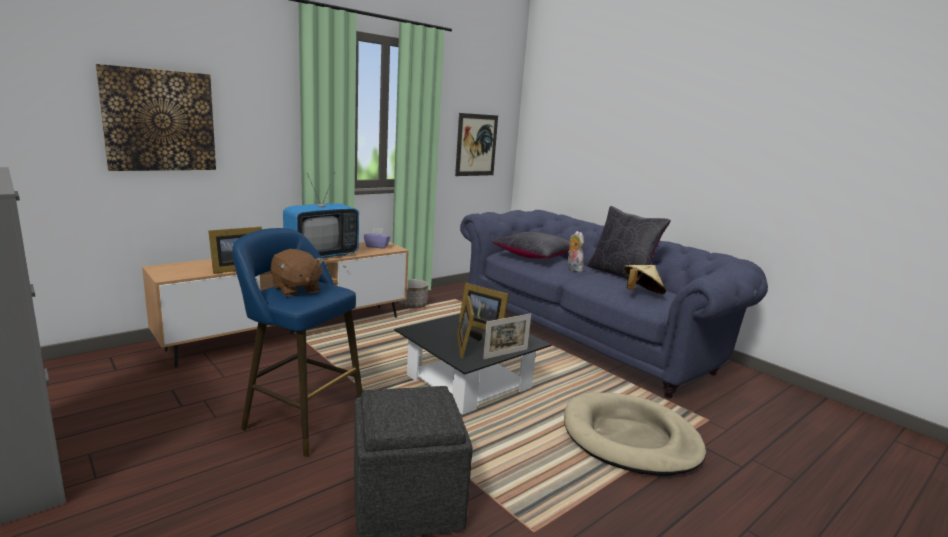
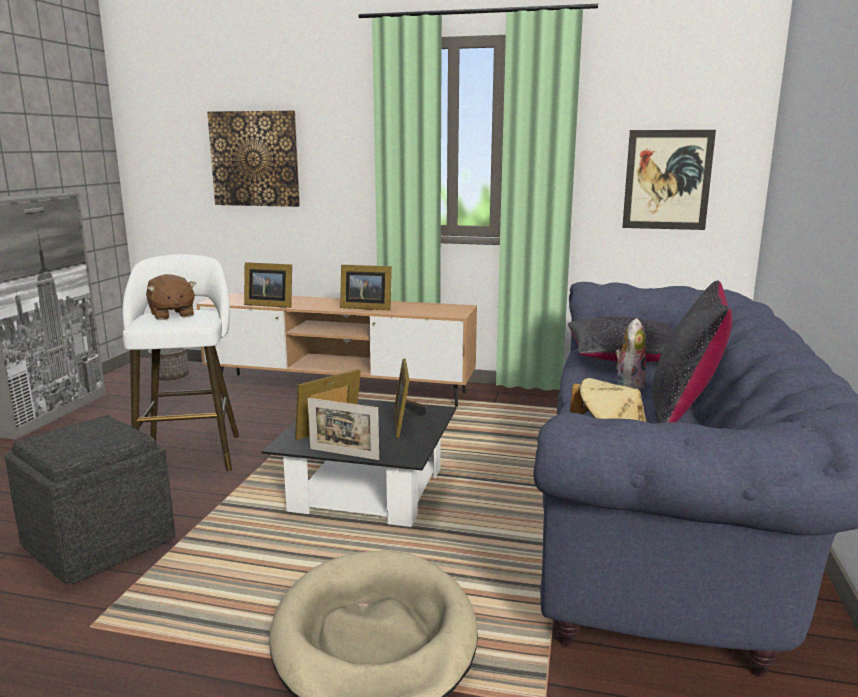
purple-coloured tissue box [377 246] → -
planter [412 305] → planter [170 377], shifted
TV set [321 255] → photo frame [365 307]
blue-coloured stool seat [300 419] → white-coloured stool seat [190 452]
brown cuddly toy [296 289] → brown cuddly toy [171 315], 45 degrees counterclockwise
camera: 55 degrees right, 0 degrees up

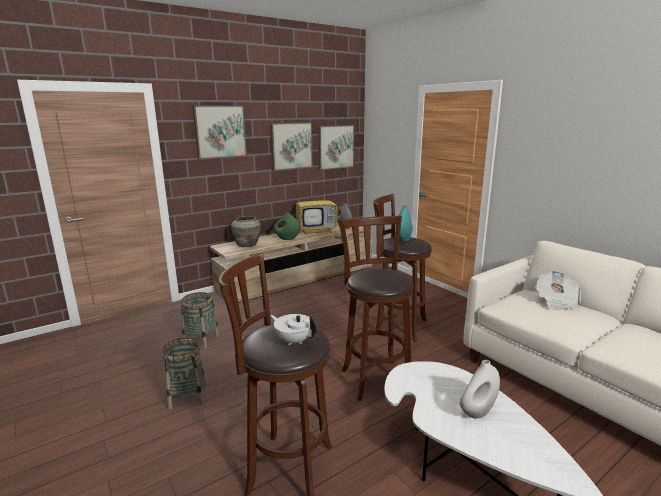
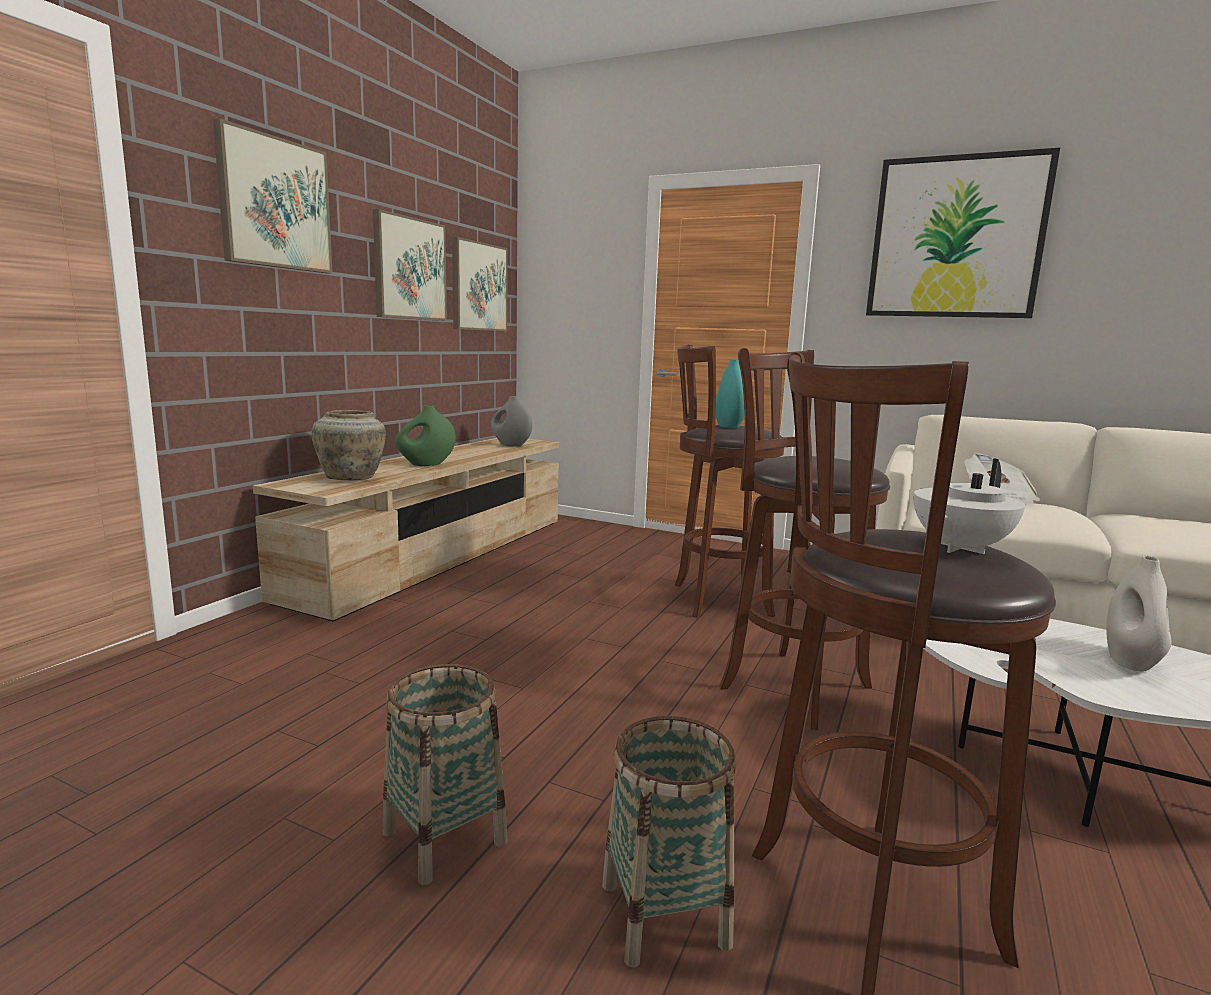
TV set [317 231] → -
- → picture [956 238]
basket [201 339] → basket [664 913], shifted
white-coloured tea pot [294 341] → white-coloured tea pot [958 548], 45 degrees counterclockwise
camera: 30 degrees left, 5 degrees down

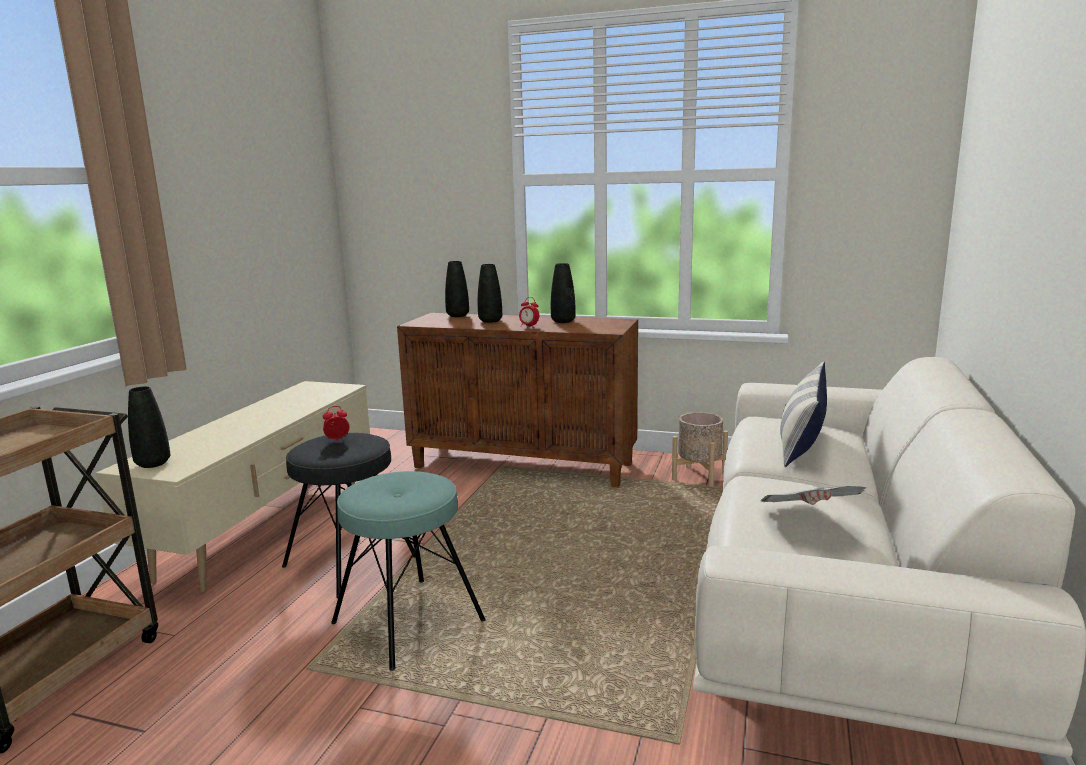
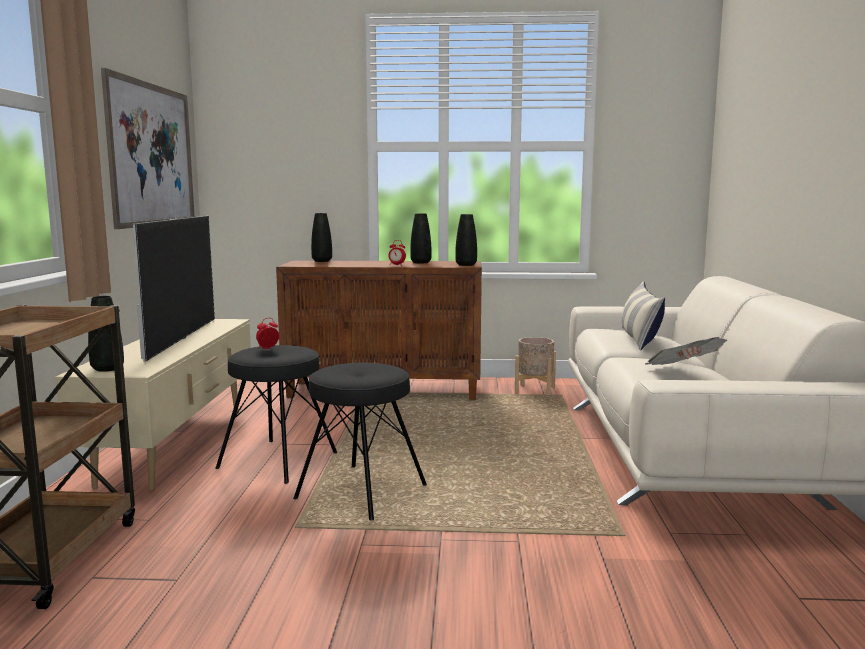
- → picture [152 155]
- → TV set [182 338]
black-coloured vase [490 321] → black-coloured vase [466 265], shifted
turquoise stool seat [408 622] → black-coloured stool seat [362 492]
camera: 15 degrees left, 5 degrees down

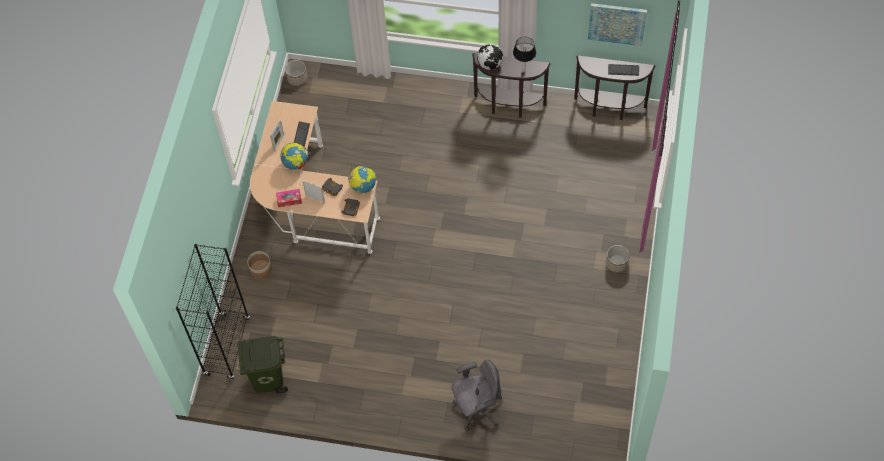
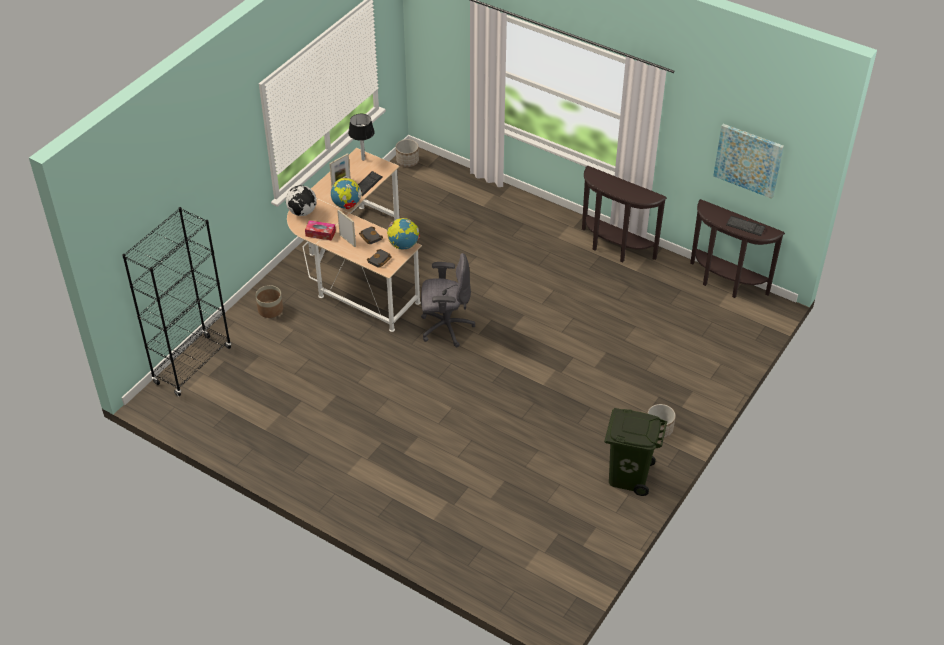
greenish rubbish bin [268 378] → greenish rubbish bin [628 475], shifted
gray office chair [477 408] → gray office chair [445 327], shifted
desk globe [490 64] → desk globe [302 212], shifted
table lamp [524 70] → table lamp [363 159], shifted
camera: 20 degrees right, 15 degrees down

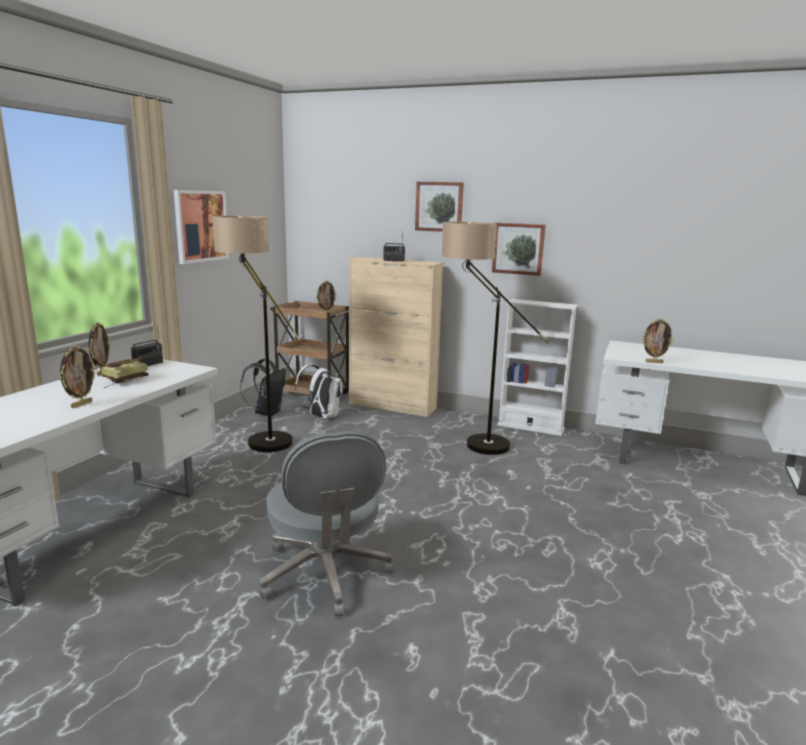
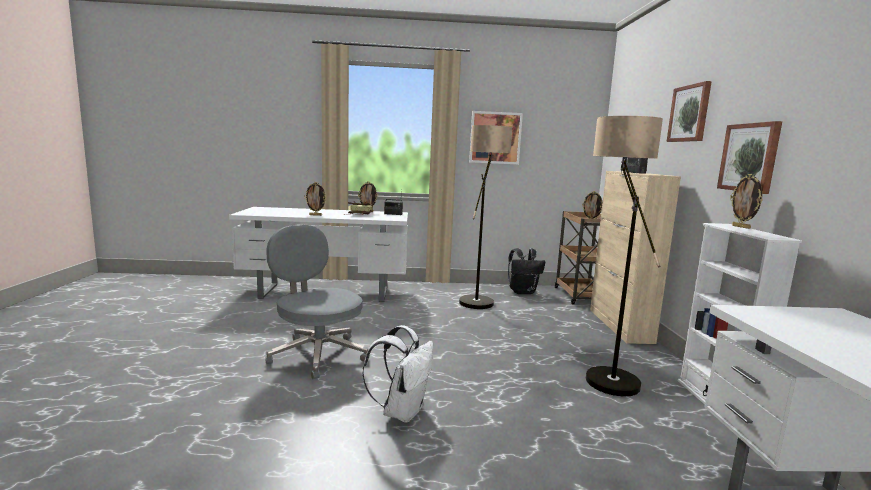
white-coloured backpack [321 417] → white-coloured backpack [402 411], shifted
photo frame [654 362] → photo frame [741 227], shifted
gray office chair [325 574] → gray office chair [317 354], 90 degrees clockwise
camera: 65 degrees right, 5 degrees down

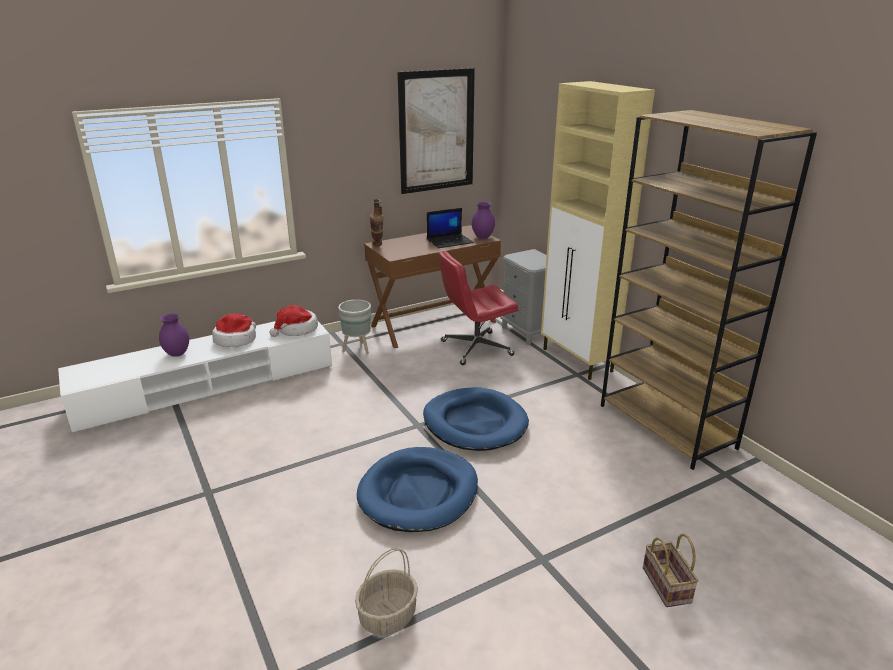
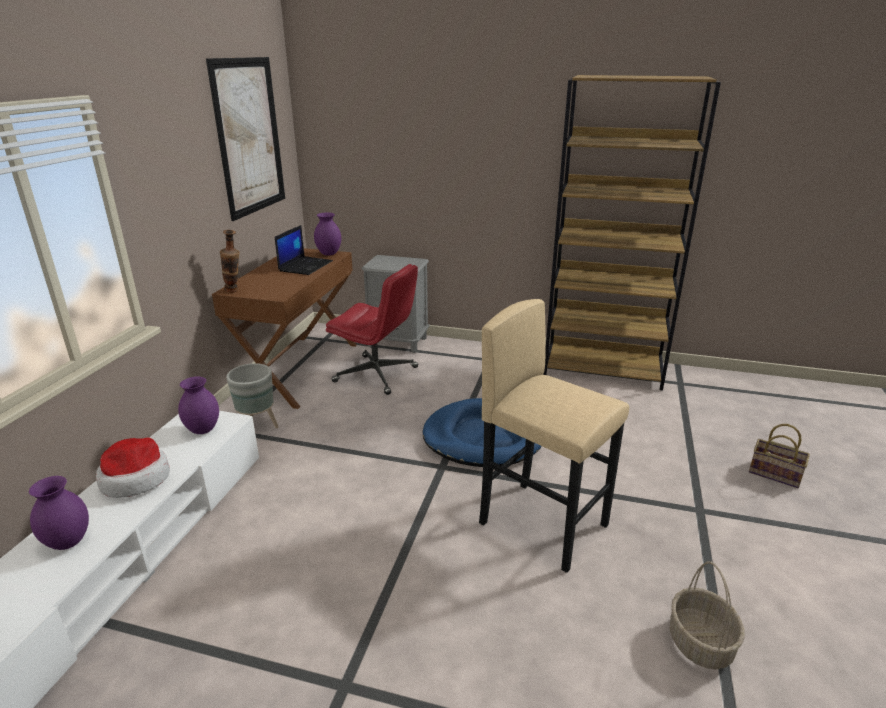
sand-coloured storage cabinet [577 360] → -
wearable hat [296 329] → purple-coloured vase [203 430]
blue-coloured dog bed [419 493] → sand-coloured stool seat [543 523]
reddish office chair [475 348] → reddish office chair [377 374], 90 degrees counterclockwise
camera: 45 degrees left, 0 degrees up

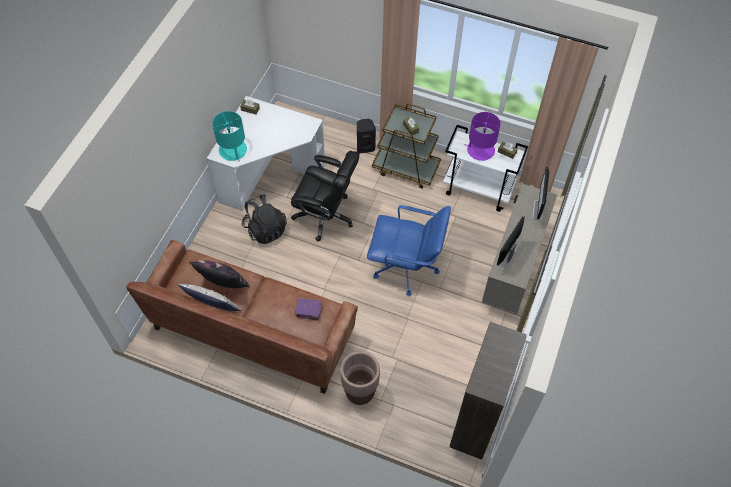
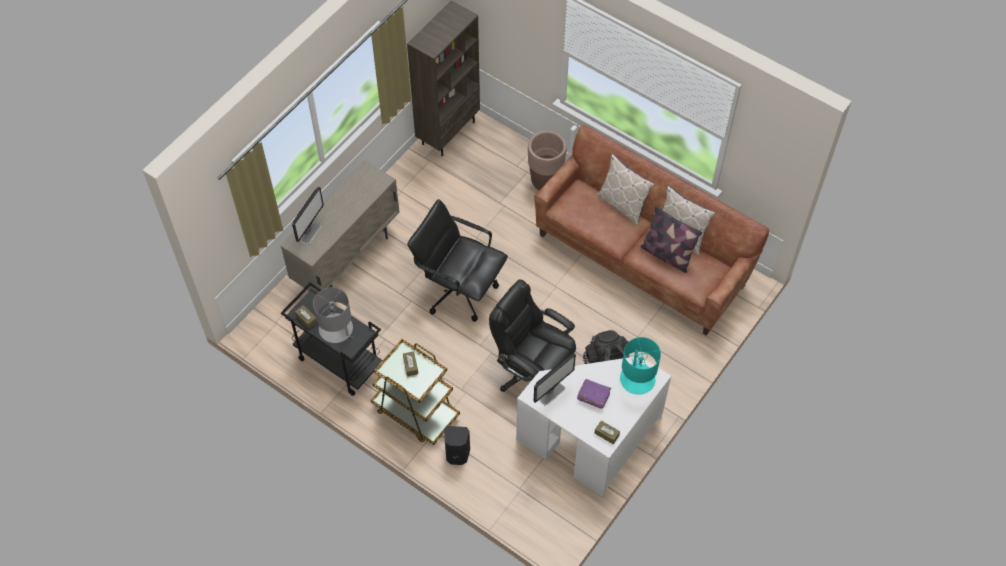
- → cushion [622 205]
purple-coloured bound book [309 311] → purple-coloured bound book [593 396], shifted
computer screen [506 257] → computer screen [552 393], shifted
blue-coloured office chair [406 267] → black-coloured office chair [459 290]
white-coloured wheeled cart [478 190] → black-coloured wheeled cart [338 362]
purple-coloured table lamp [480 150] → gray table lamp [336 329]
camera: 165 degrees left, 0 degrees up

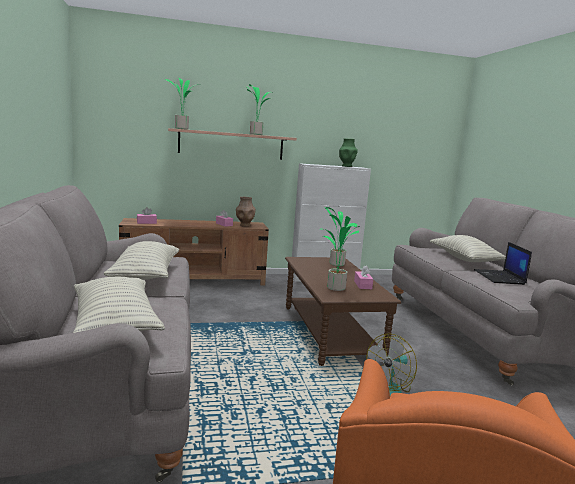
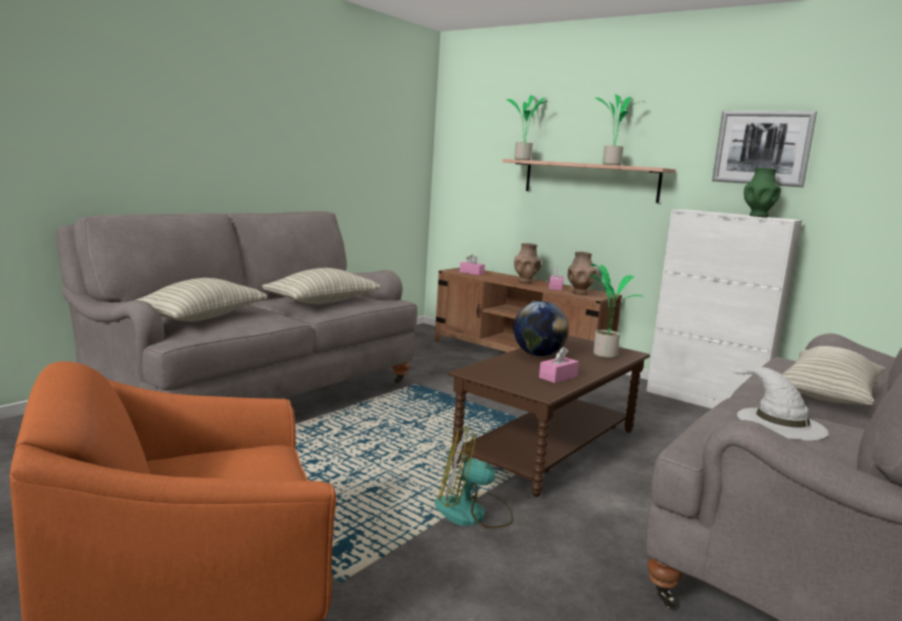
potted plant [335 288] → -
- → desk globe [538 355]
- → brown vase [525 281]
- → picture [762 148]
laptop [500 277] → white-coloured wearable hat [779 423]
camera: 50 degrees right, 0 degrees up

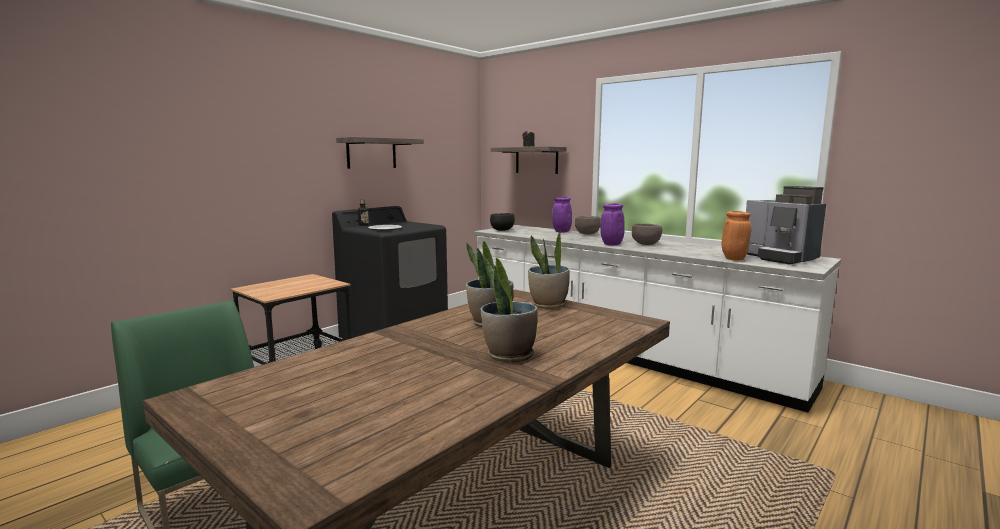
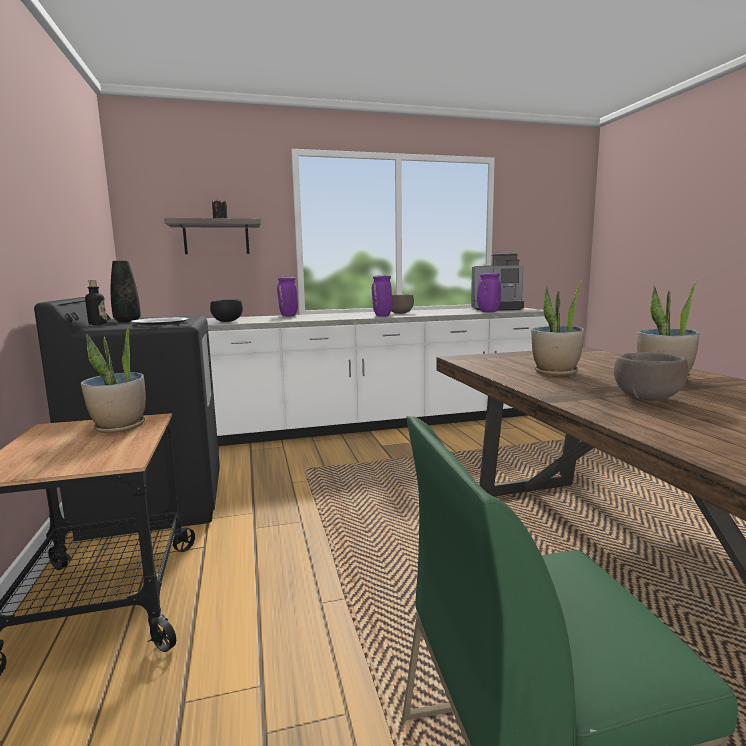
shelf [371 153] → -
- → black-coloured vase [127 321]
potted plant [548 305] → potted plant [120 427], shifted
brown bowl [587 234] → brown bowl [647 399], shifted
orange-coloured vase [733 259] → purple-coloured vase [487 312]
camera: 55 degrees left, 0 degrees up

